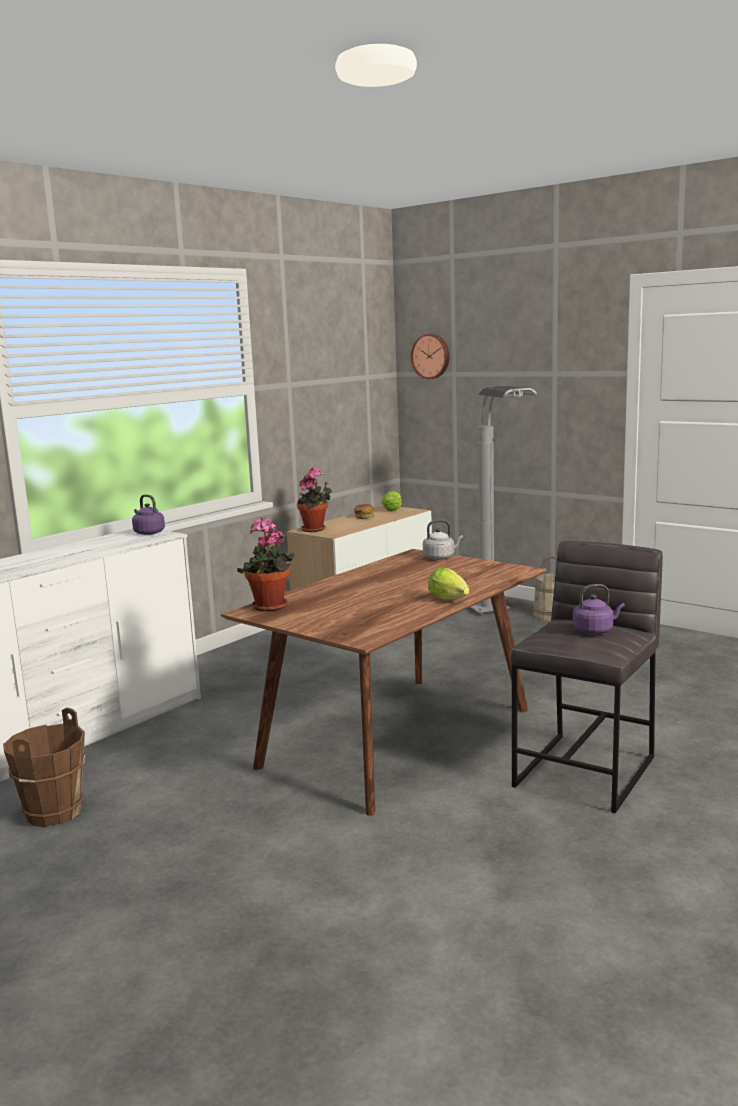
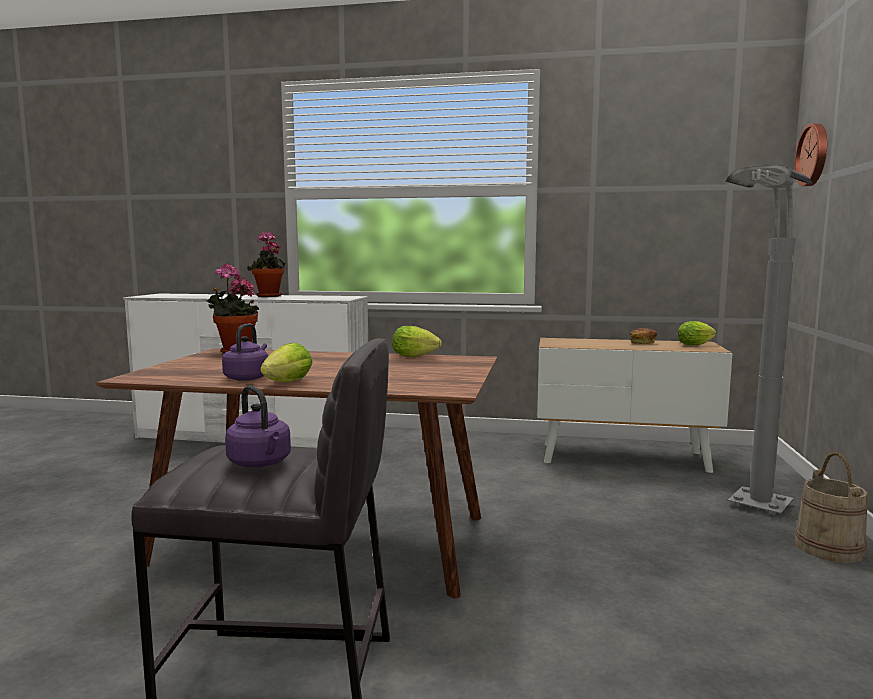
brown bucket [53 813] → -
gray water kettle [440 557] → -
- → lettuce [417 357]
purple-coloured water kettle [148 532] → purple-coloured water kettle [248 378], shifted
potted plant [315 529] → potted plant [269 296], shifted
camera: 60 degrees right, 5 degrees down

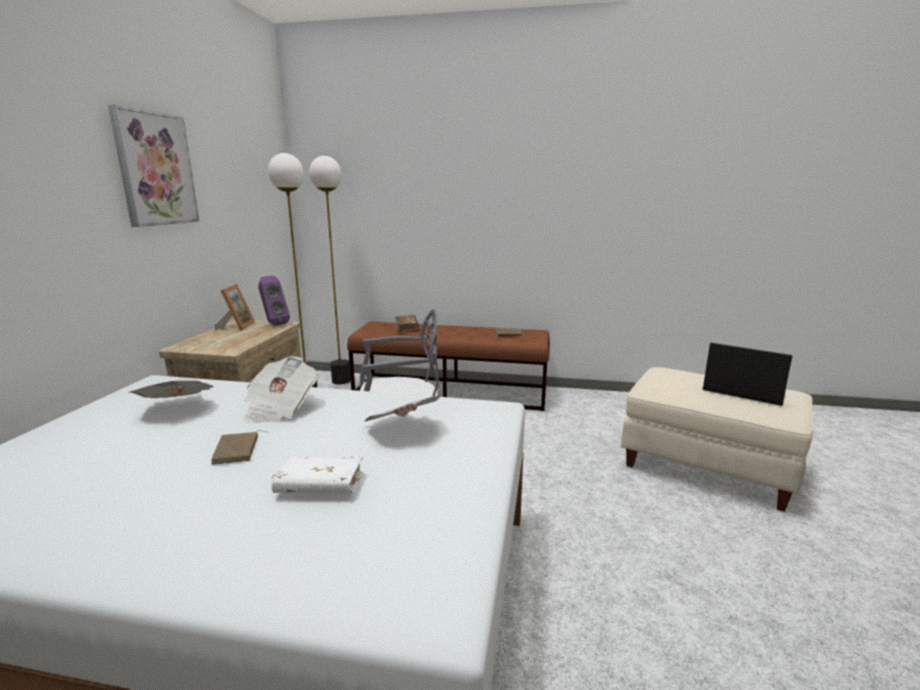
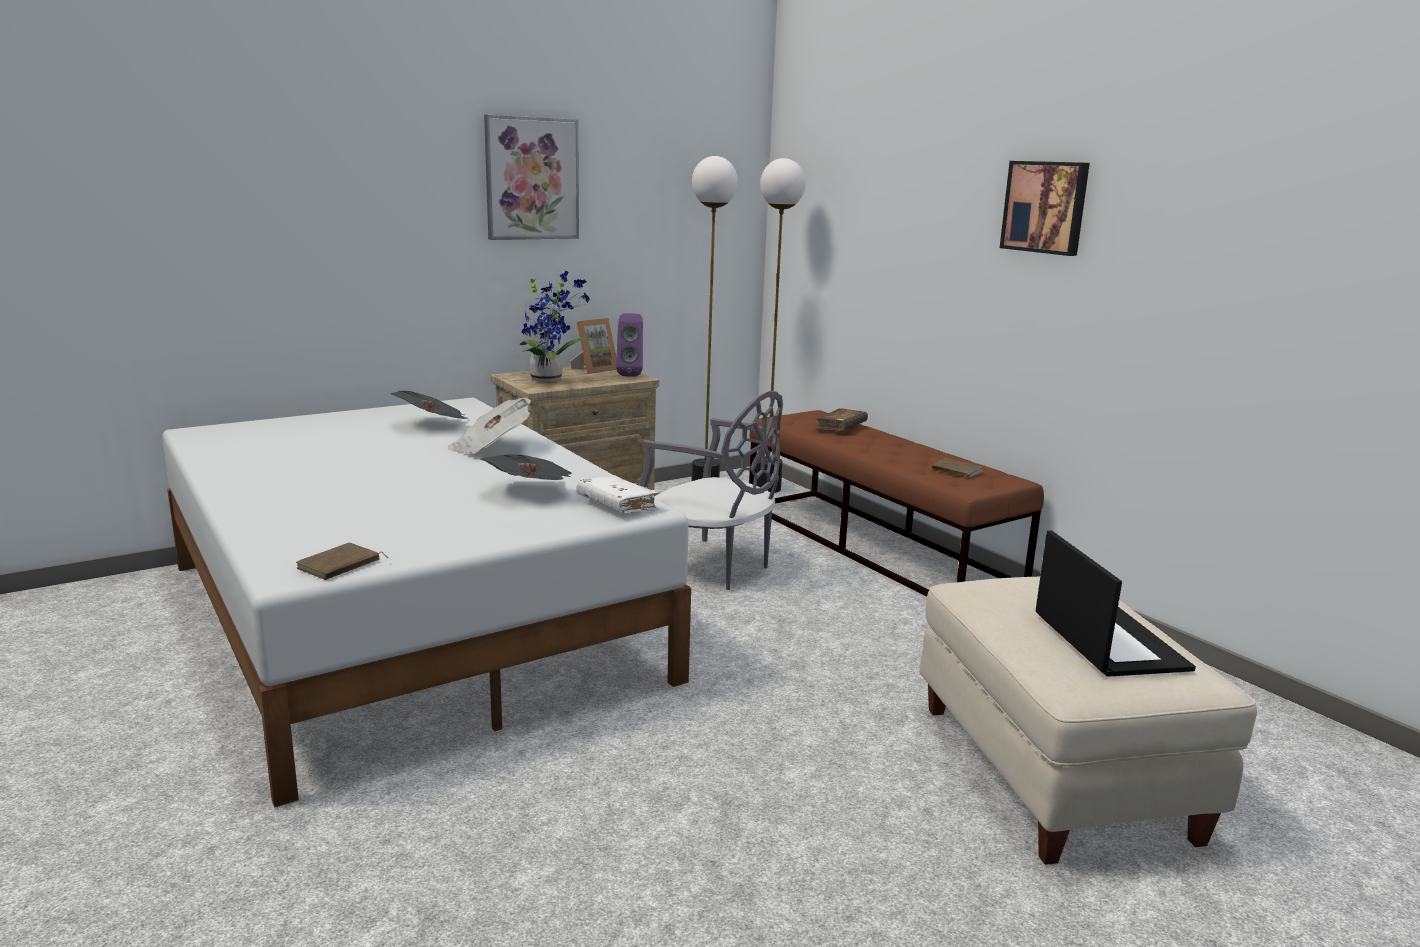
- → potted plant [550 379]
- → picture [1046 207]
brown bound book [238 450] → brown bound book [340 566], shifted
white-coloured bound book [320 486] → white-coloured bound book [617 505], shifted
camera: 45 degrees right, 0 degrees up

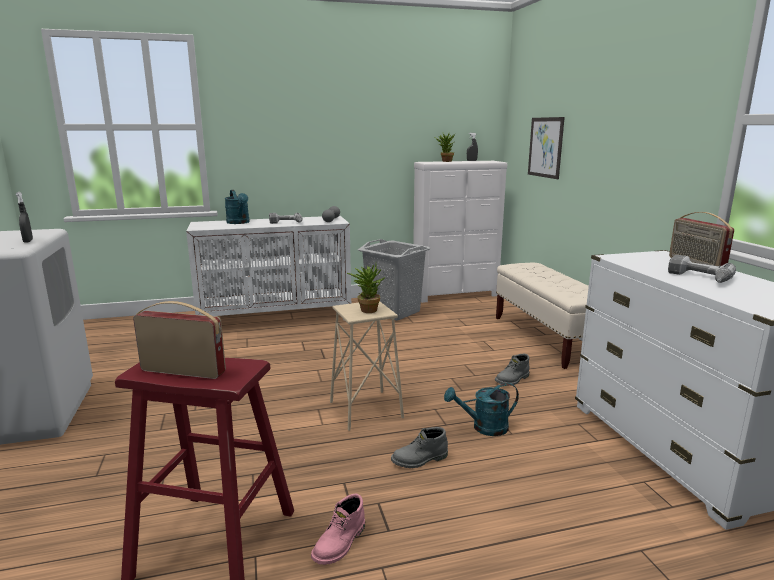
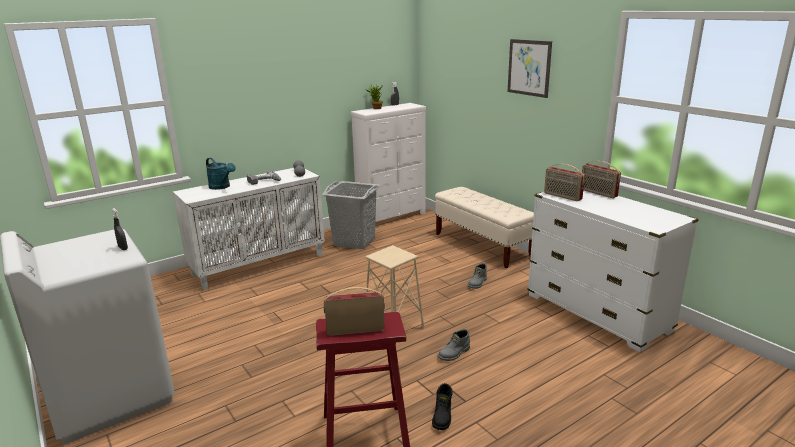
potted plant [367 309] → -
turquoise sprinkling can [484 428] → -
drill [698 277] → -
- → radio [562 196]
picture [545 147] → picture [529 67], shifted
pink-coloured tall boot [340 543] → black-coloured tall boot [443 416]
camera: 20 degrees left, 5 degrees up

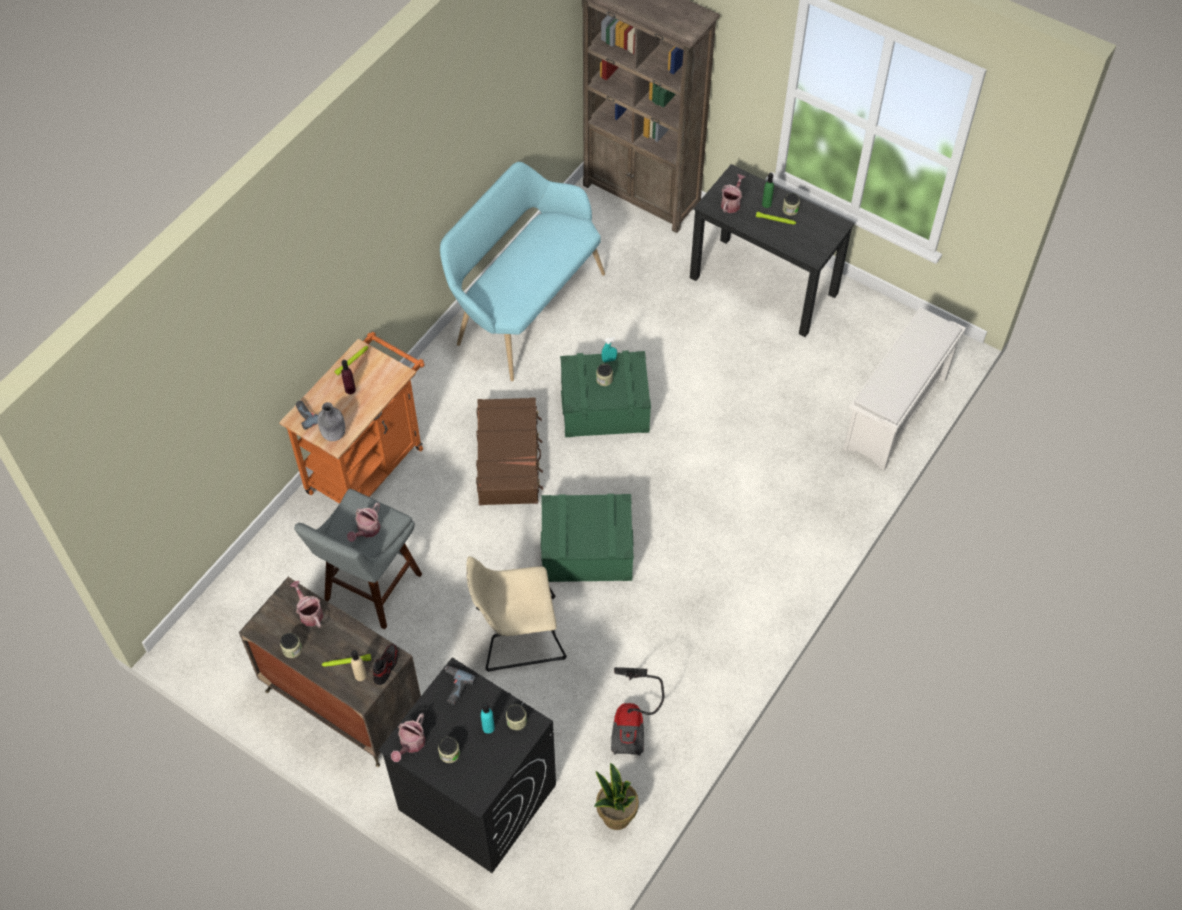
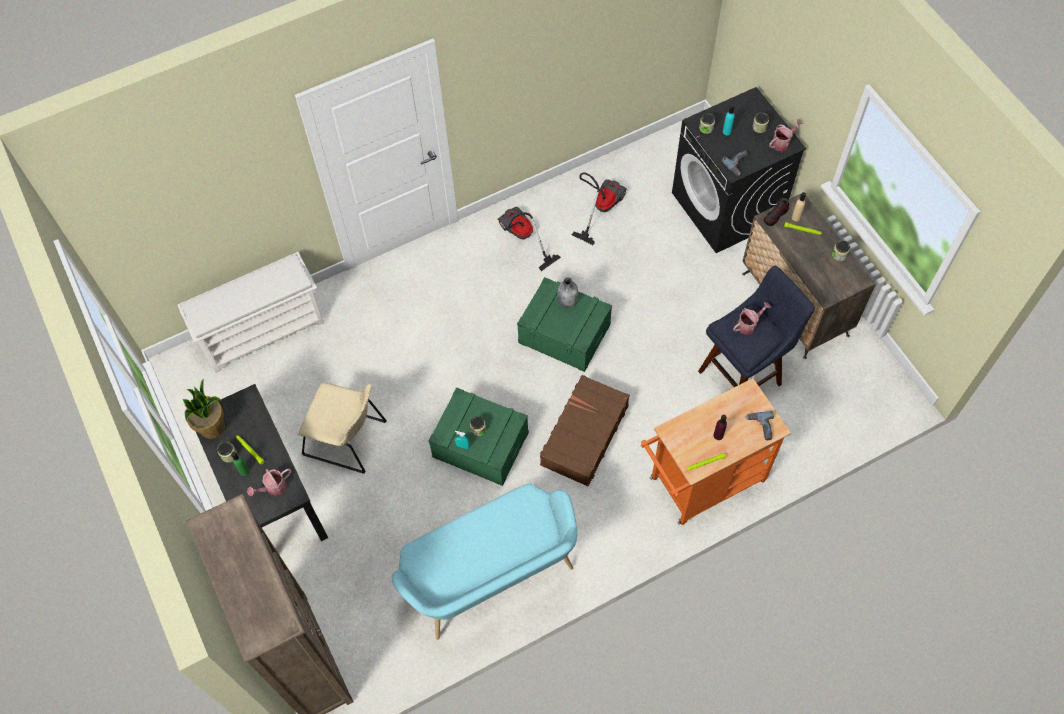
sprinkling can [309 613] → -
- → vacuum cleaner [521 238]
gray beverage bottle [334 434] → gray beverage bottle [567 301], shifted
sand-coloured plain chair [516 634] → sand-coloured plain chair [348 439], shifted
potted plant [616 816] → potted plant [213 427], shifted
gray stool seat [369 592] → blue-coloured stool seat [744 375]
camera: 150 degrees left, 5 degrees up

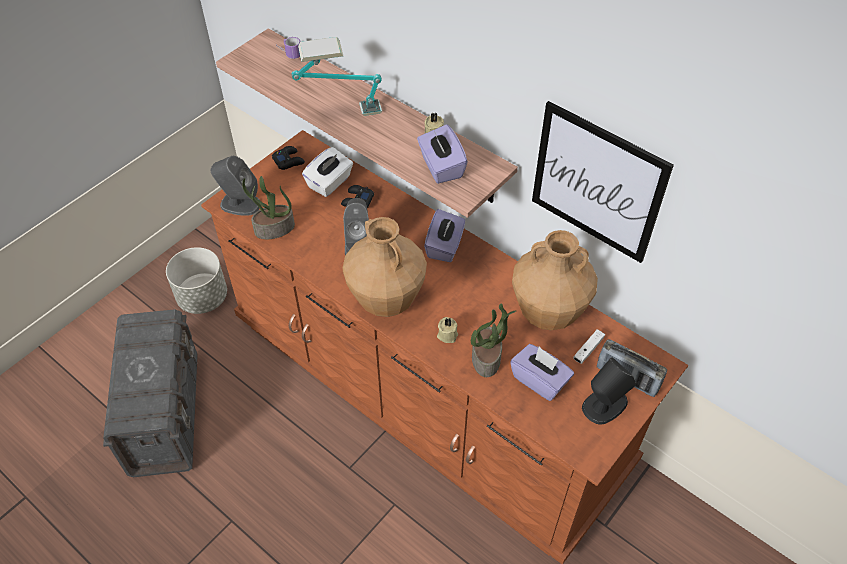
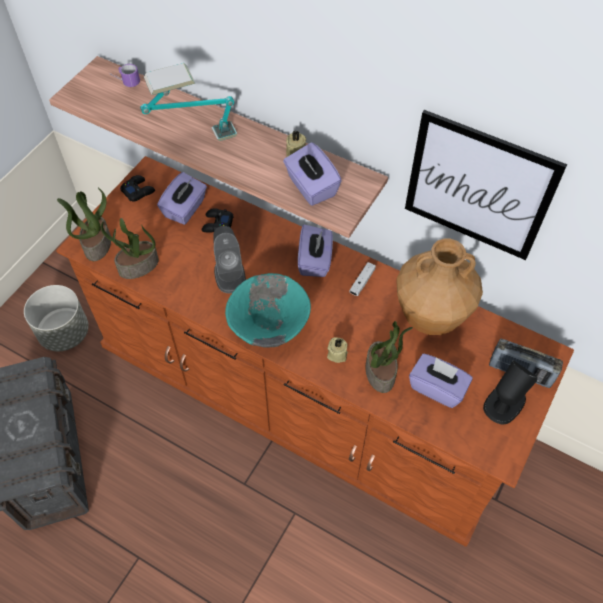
white-coloured joypad [588 349] → white-coloured joypad [362 282], shifted
gray loudspeaker [240 204] → potted plant [97 244]
brown vase [386 300] → turquoise bowl [268 327]
white-coloured tissue box [330 183] → purple-coloured tissue box [185 209]
camera: 10 degrees left, 5 degrees up

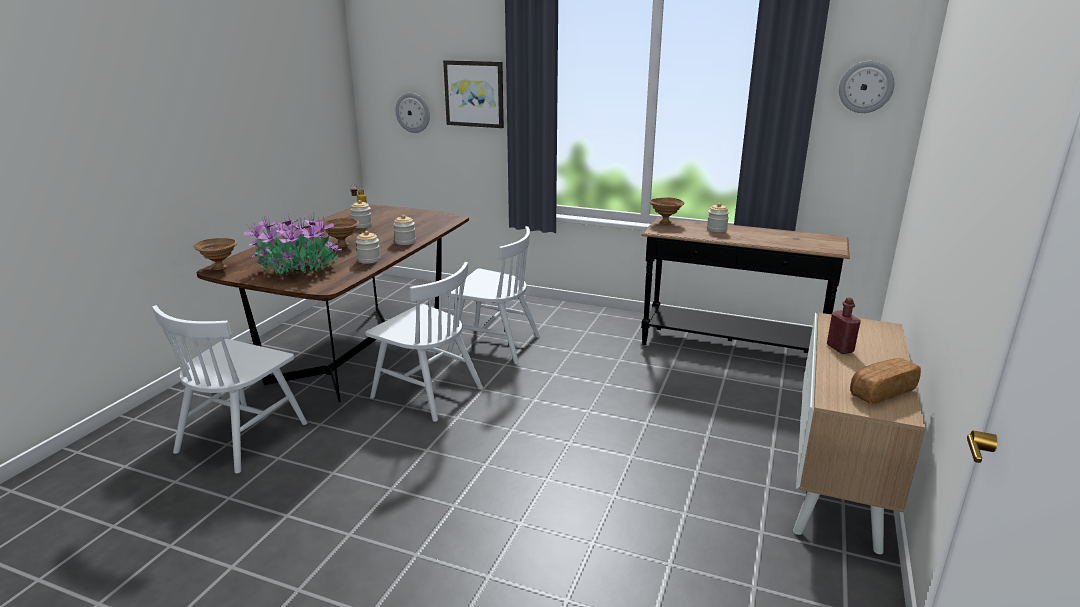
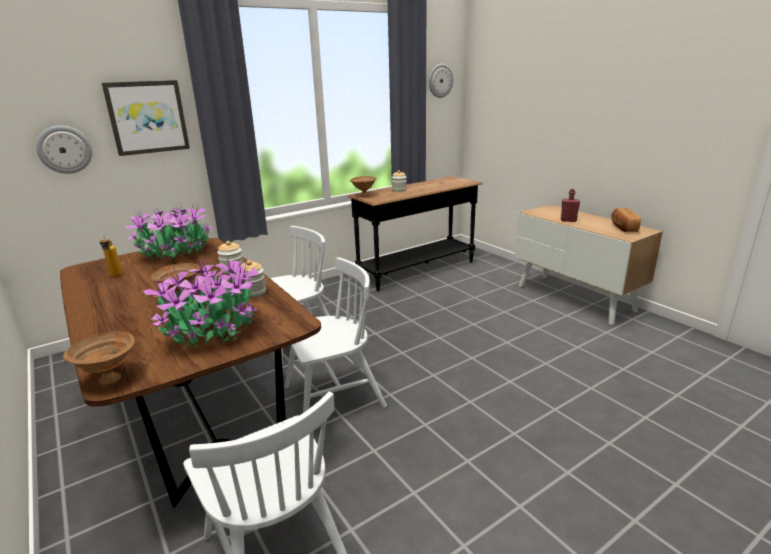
preserve jar [362 225] → -
- → potted plant [177 253]
camera: 55 degrees left, 0 degrees up

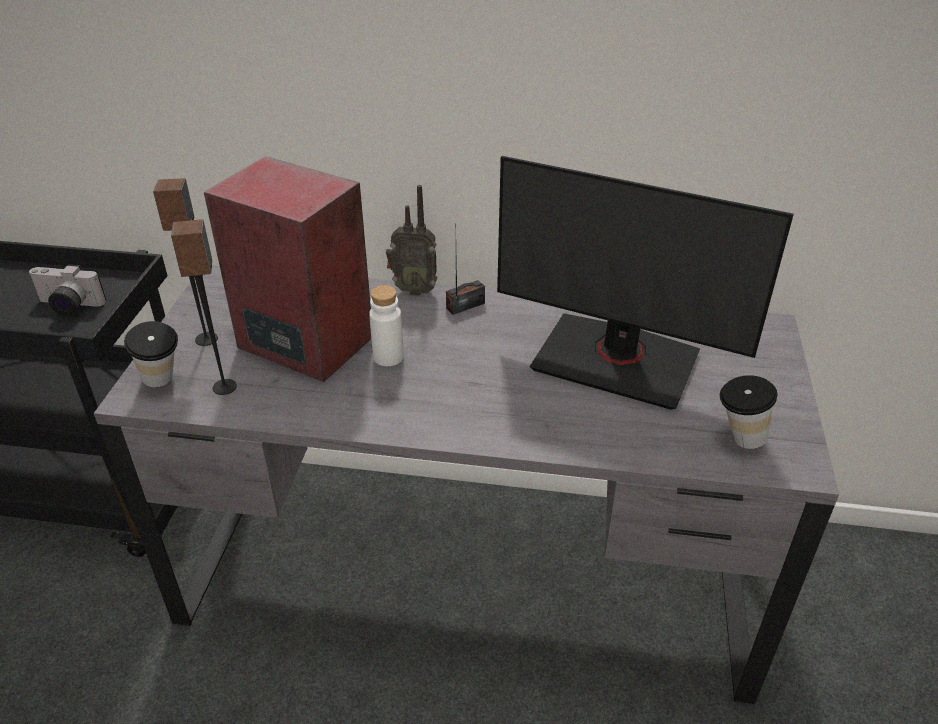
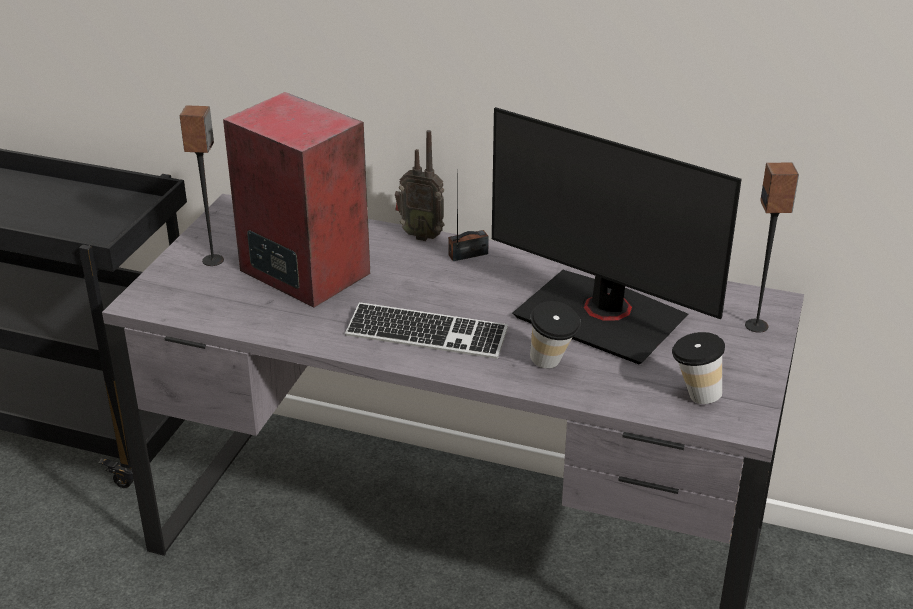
photo camera [67 306] → -
white-coloured beverage bottle [388 357] → -
- → PC keyboard [426 334]
drinking cup [163 383] → drinking cup [552 365], shifted
loudspeaker [225 387] → loudspeaker [757 326], shifted
camera: 10 degrees right, 5 degrees down

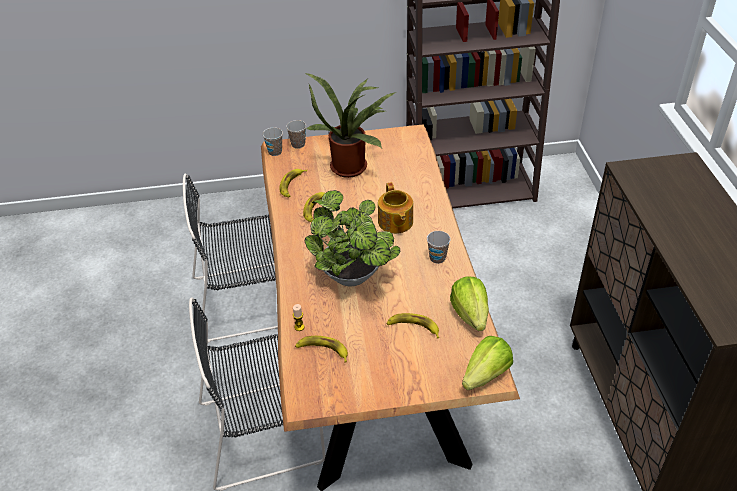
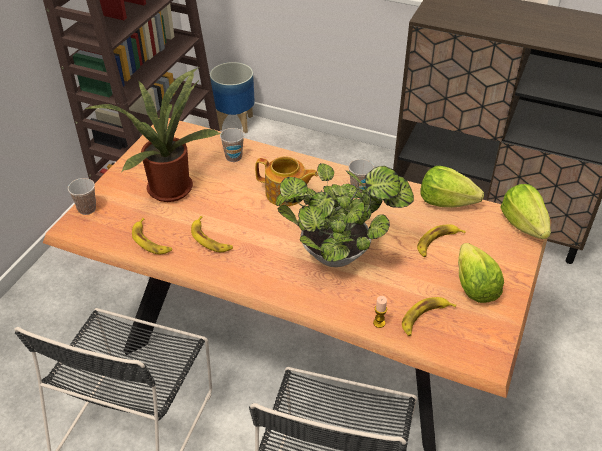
- → planter [235 122]
- → lettuce [474 286]
drinking cup [275 152] → drinking cup [233 157], shifted
camera: 60 degrees left, 0 degrees up

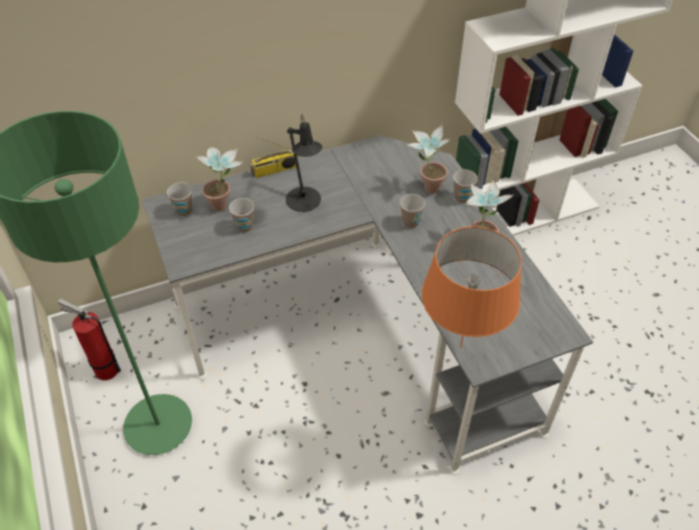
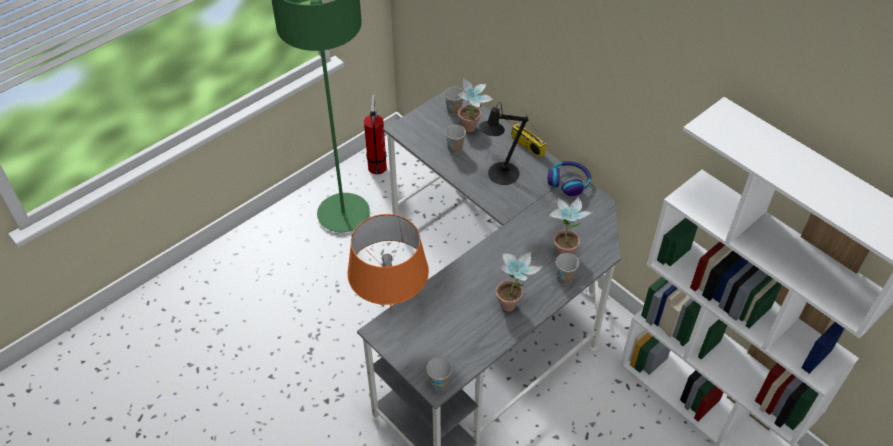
- → pair of headphones [569 182]
drinking cup [410 222] → drinking cup [439 383], shifted
camera: 70 degrees right, 0 degrees up

